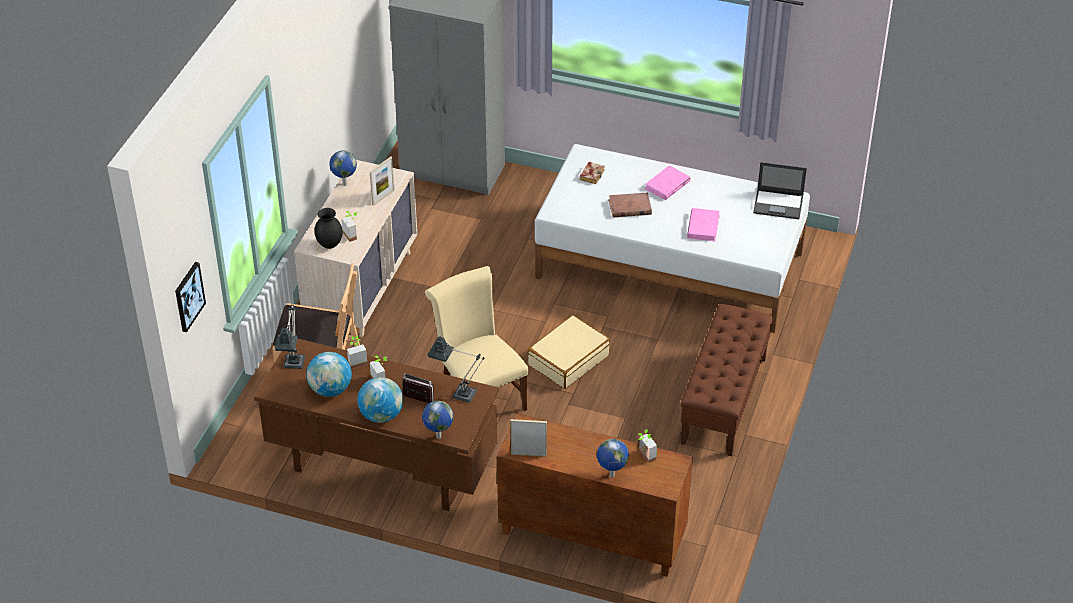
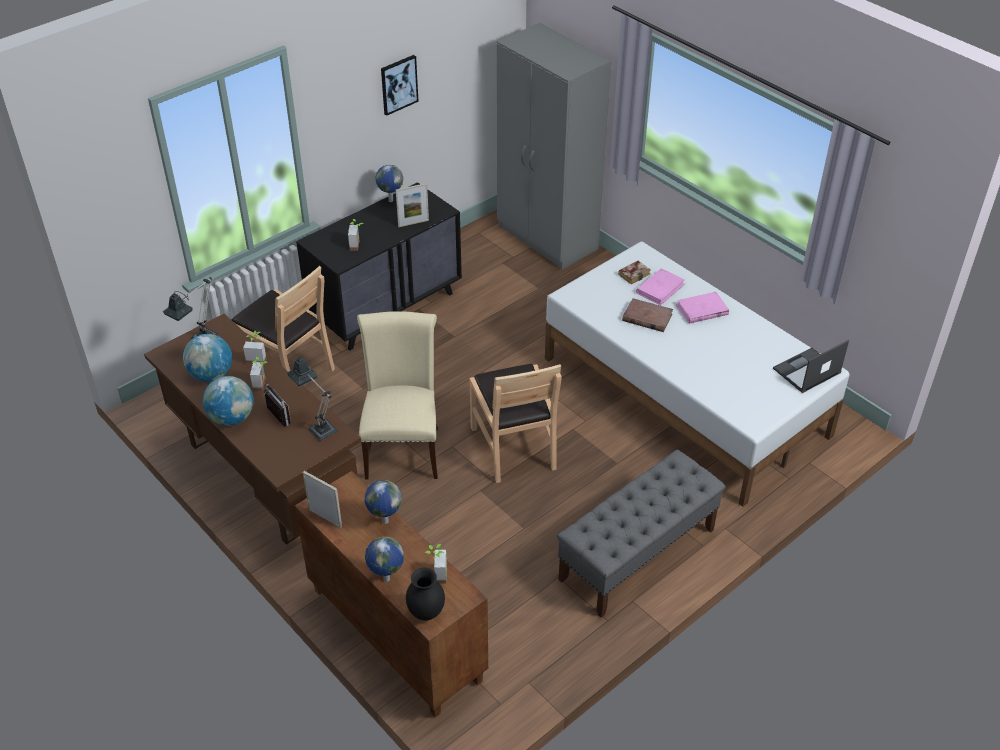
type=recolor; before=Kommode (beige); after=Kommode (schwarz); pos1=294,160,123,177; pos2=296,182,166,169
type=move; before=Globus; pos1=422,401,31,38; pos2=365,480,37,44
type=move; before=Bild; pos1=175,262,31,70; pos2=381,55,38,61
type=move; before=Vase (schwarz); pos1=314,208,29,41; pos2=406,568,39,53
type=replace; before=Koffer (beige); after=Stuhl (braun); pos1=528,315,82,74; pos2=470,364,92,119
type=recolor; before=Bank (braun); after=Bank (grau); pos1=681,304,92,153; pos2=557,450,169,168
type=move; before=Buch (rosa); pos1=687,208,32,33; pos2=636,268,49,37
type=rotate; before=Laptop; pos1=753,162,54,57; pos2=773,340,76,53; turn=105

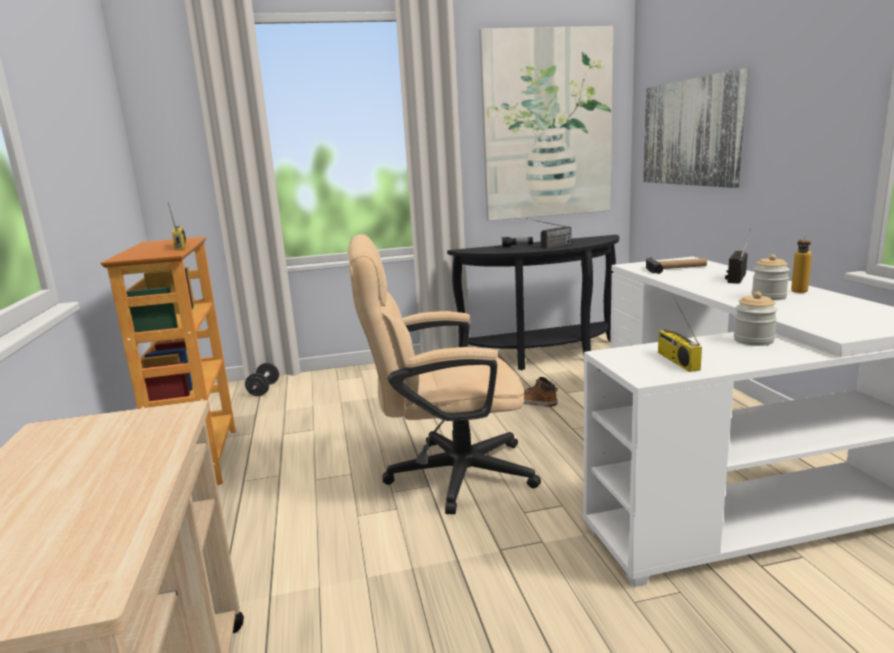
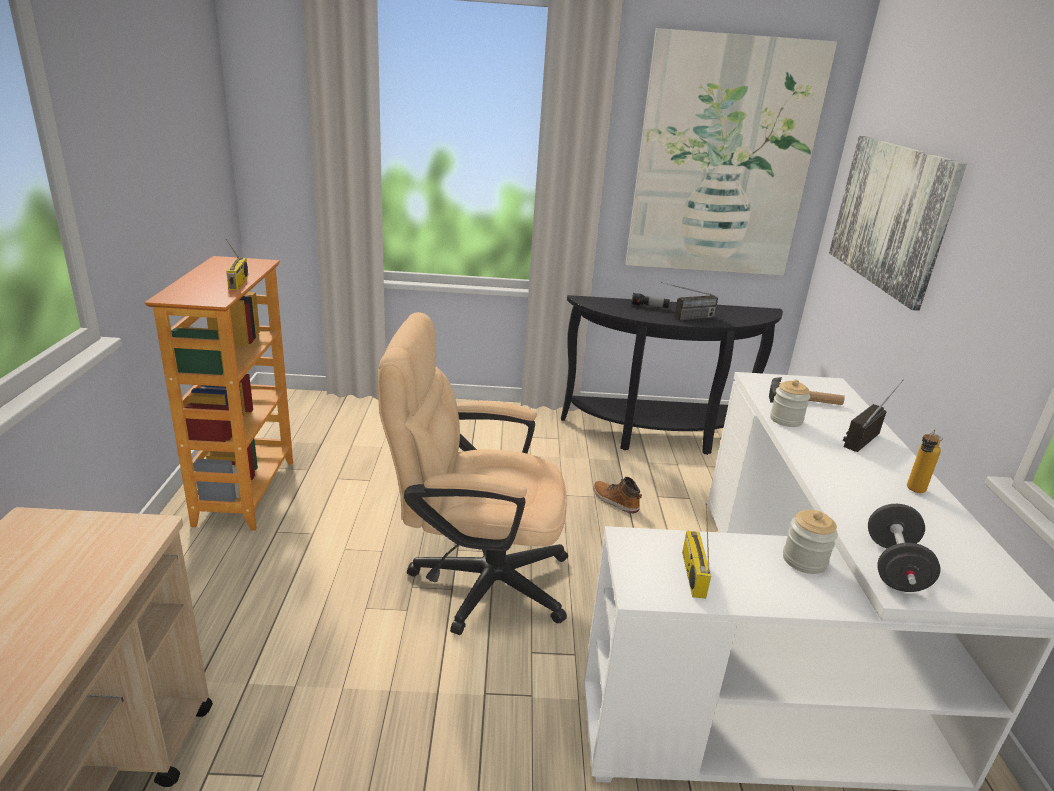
type=move; before=Vorratsglas; pos1=752,254,38,46; pos2=770,379,40,48
type=move; before=Hantel (schwarz); pos1=245,363,34,33; pos2=868,504,72,88

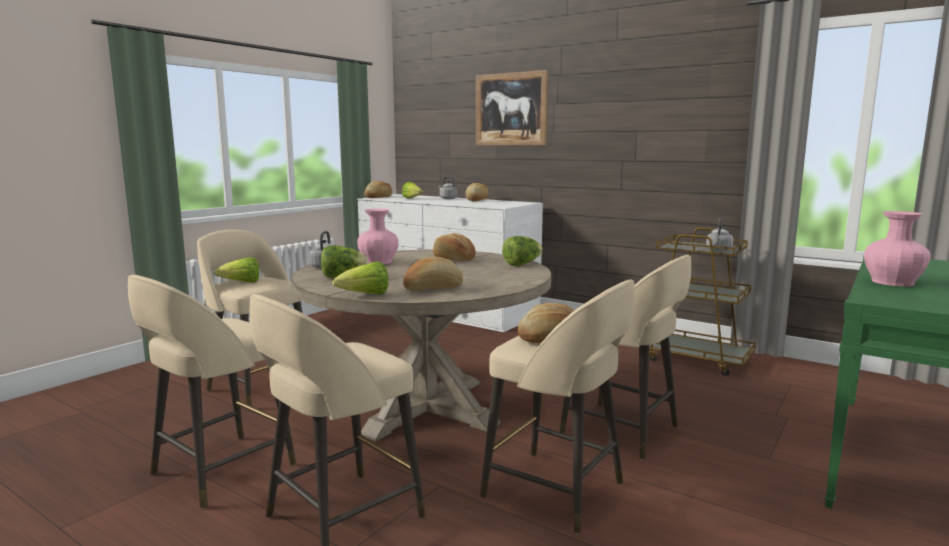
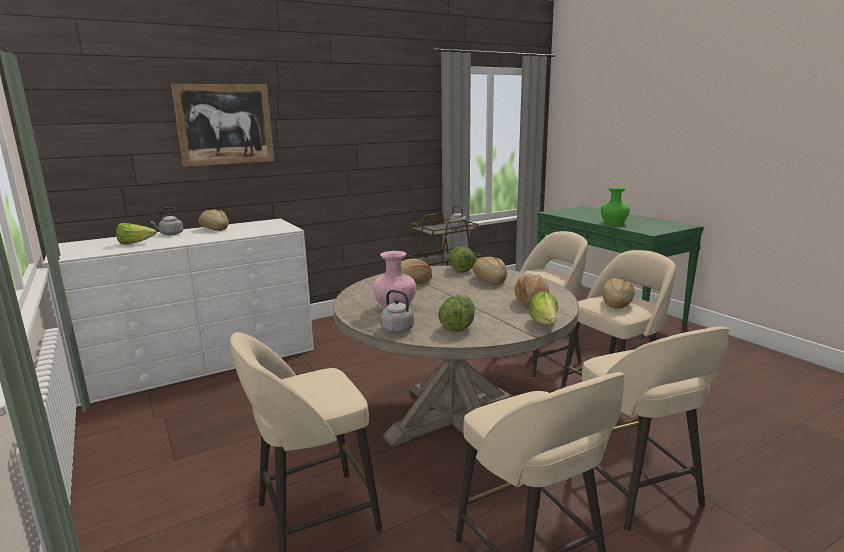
type=move; before=Brot; pos1=364,181,28,17; pos2=473,257,34,28
type=recolor; before=Vase (rosa); after=Vase (grün); pos1=864,211,67,76; pos2=601,187,29,38
type=delete; before=Salatkopf; pos1=213,257,46,26

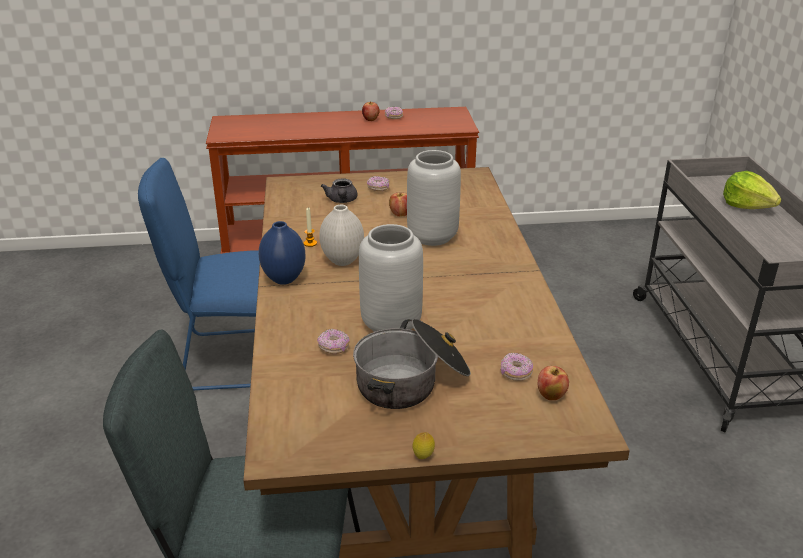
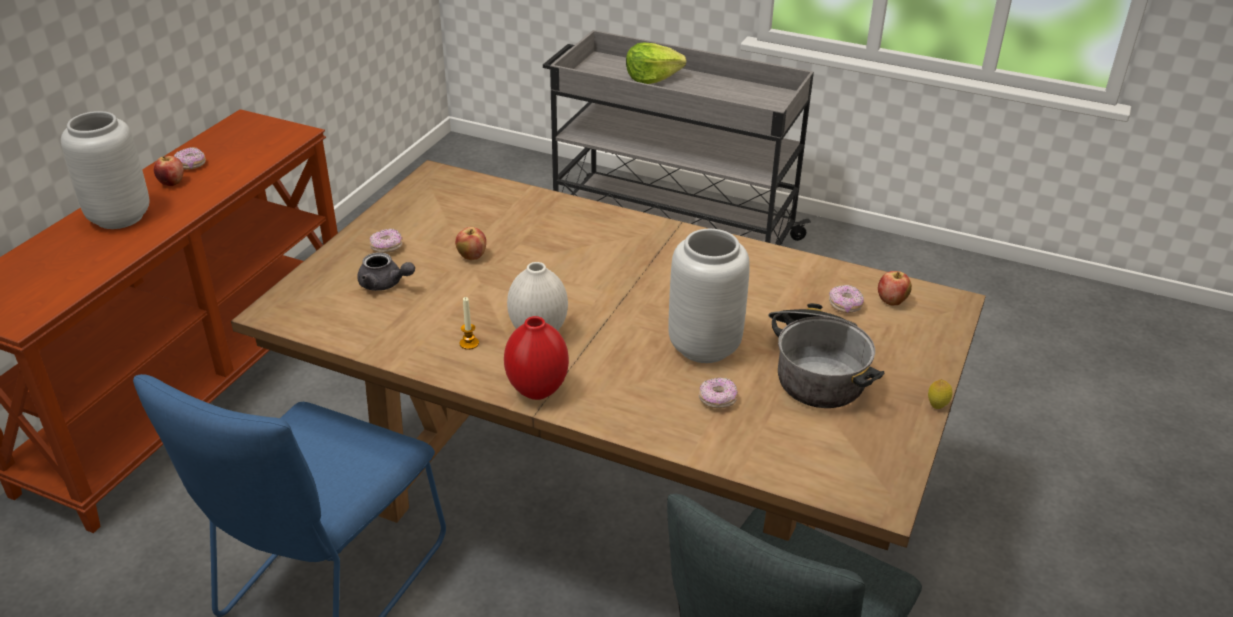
type=move; before=Vase (grau); pos1=407,150,54,96; pos2=61,111,88,118
type=recolor; before=Vase (blau); after=Vase (rot); pos1=259,221,47,64; pos2=504,316,65,84

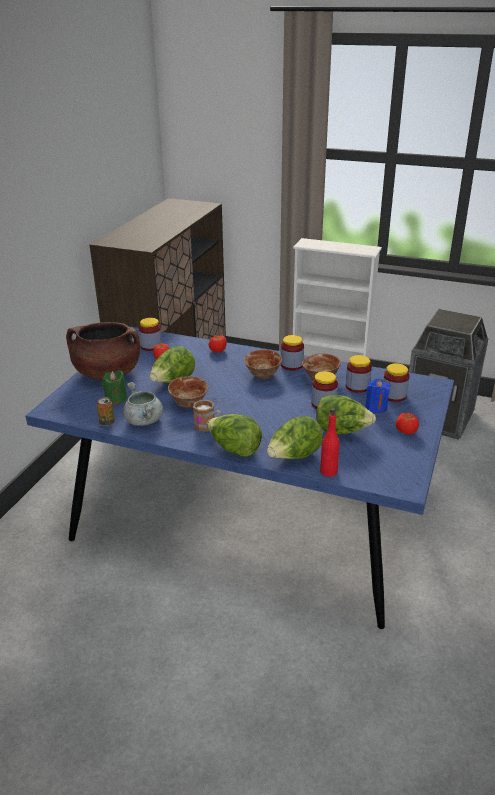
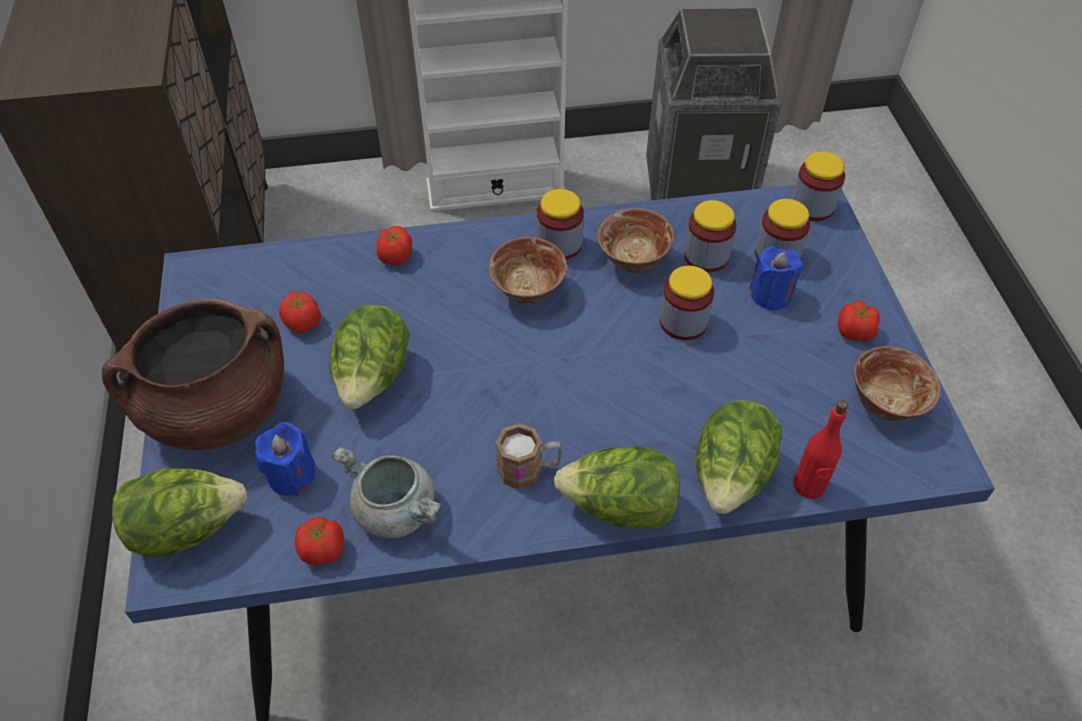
type=move; before=Salatkopf; pos1=316,395,60,39; pos2=112,468,135,90
type=recolor; before=Kerze (grün); after=Kerze (blau); pos1=102,370,26,35; pos2=255,422,60,74
type=replace; before=Dose; after=Tomate; pos1=97,397,18,29; pos2=295,518,49,47
type=move; before=Vorratsglas; pos1=139,318,23,33; pos2=792,152,53,69
type=move; before=Schüssel; pos1=168,376,40,32; pos2=854,346,87,75

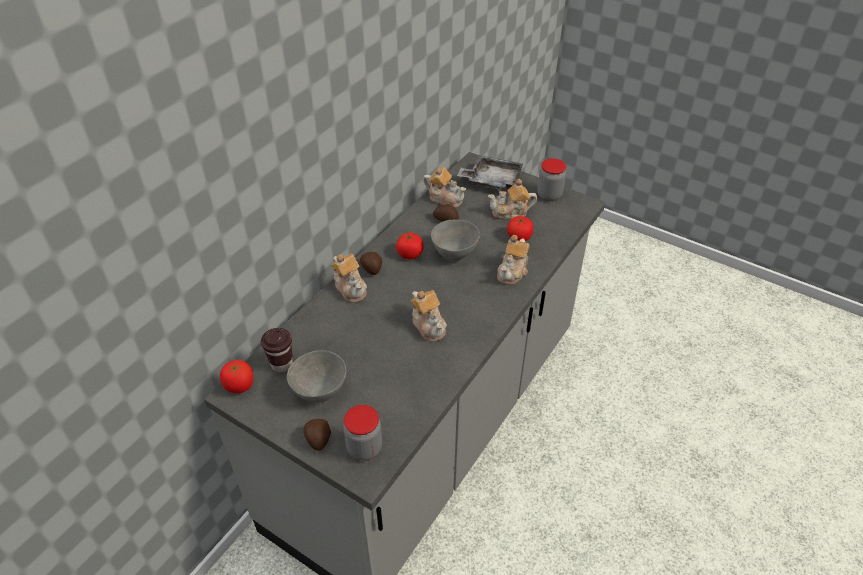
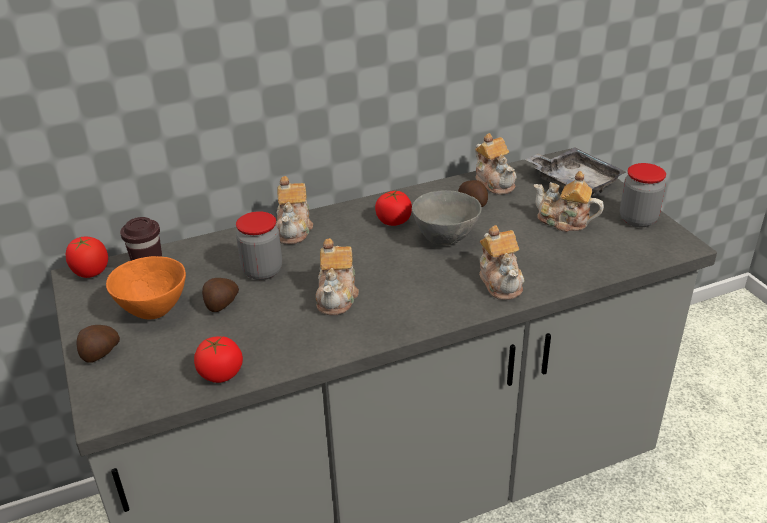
type=recolor; before=Schüssel (grau); after=Schüssel (orange); pos1=287,350,59,53; pos2=106,256,80,63
type=move; before=Tomate; pos1=507,216,26,25; pos2=194,336,49,47
type=move; before=Kartoffel; pos1=360,252,22,23; pos2=202,278,37,34
type=move; before=Vorratsglas; pos1=343,405,39,56; pos2=236,211,46,69
type=rotate; before=Teekanne; pos1=497,235,33,50; pos2=479,225,46,75; turn=-75

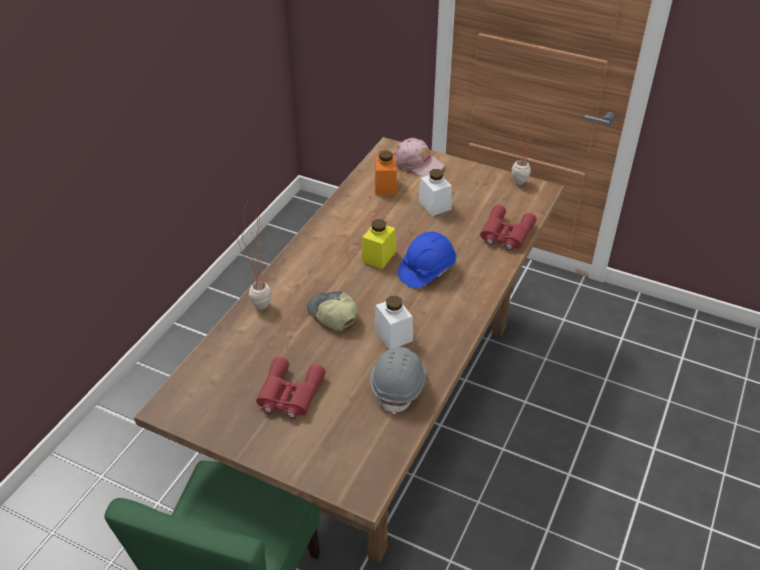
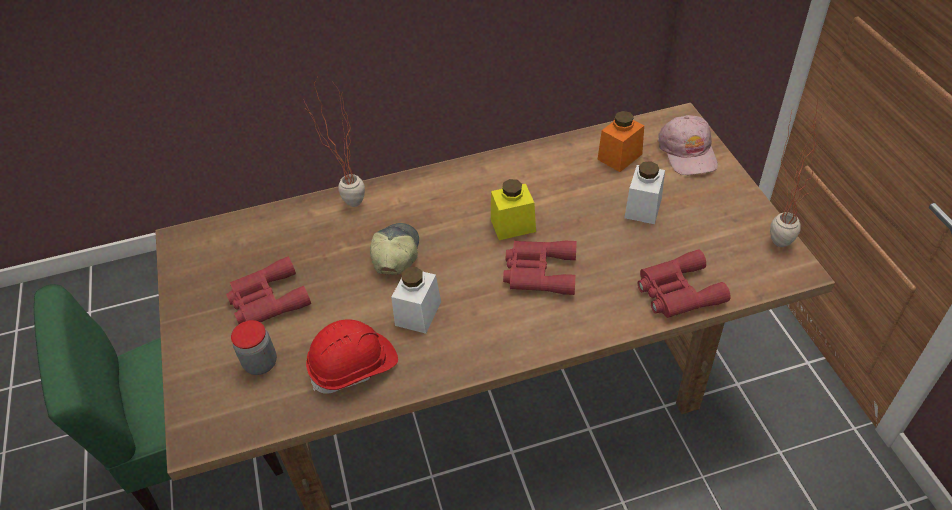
type=insert; after=Vorratsglas; pos2=231,320,46,55
type=recolor; before=Schutzhelm (grau); after=Schutzhelm (rot); pos1=370,347,56,68; pos2=306,319,92,75
type=replace; before=Schutzhelm (blau); after=Fernglas (rot); pos1=397,232,59,56; pos2=503,241,74,54

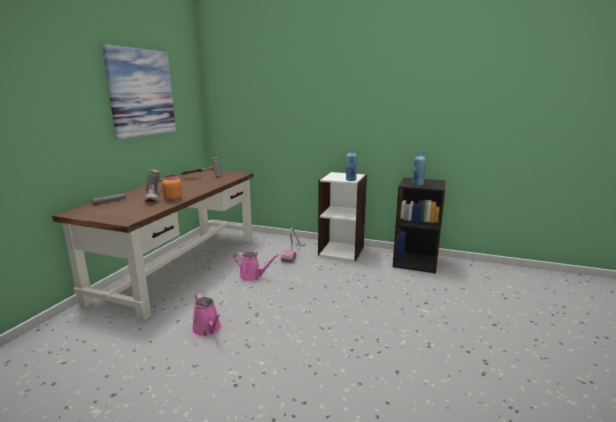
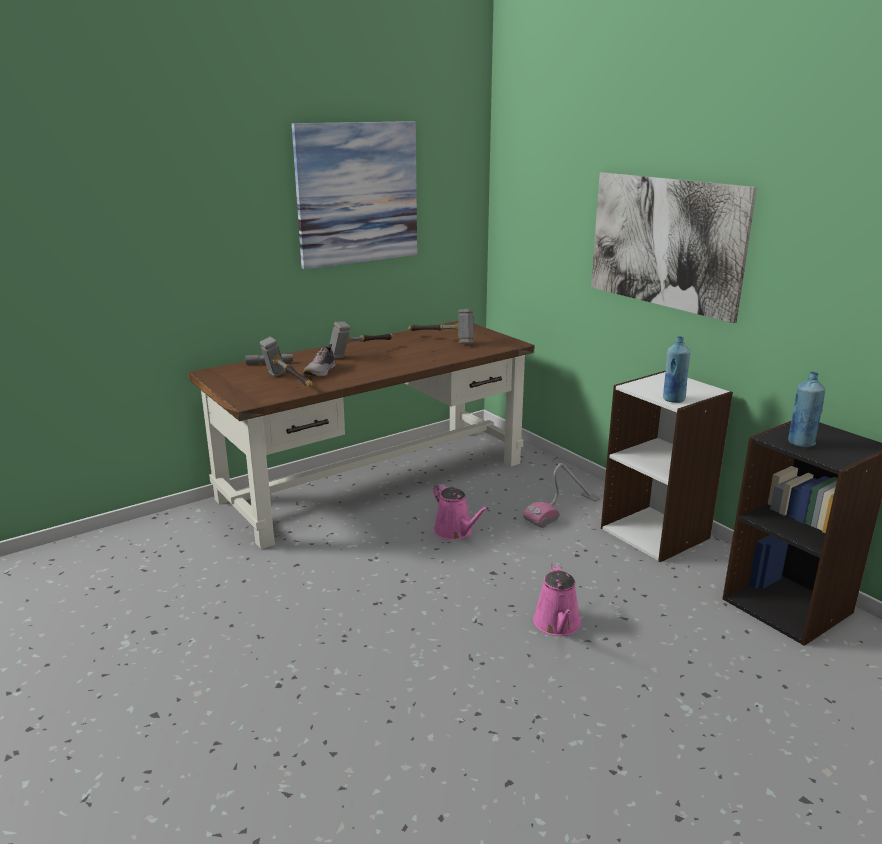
type=insert; after=Hammer; pos2=259,337,53,50
type=move; before=Gießkanne (rosa); pos1=192,294,29,43; pos2=533,563,48,73
type=insert; after=Bild; pos2=591,172,166,151
type=delete; before=Vorratsglas (orange); pos1=162,175,20,27

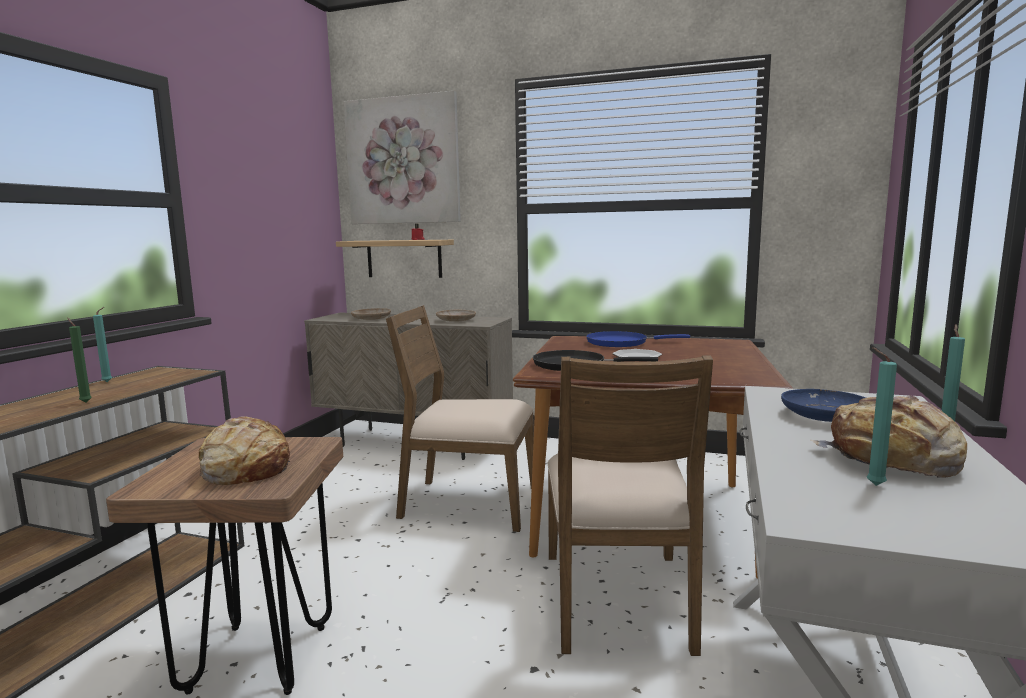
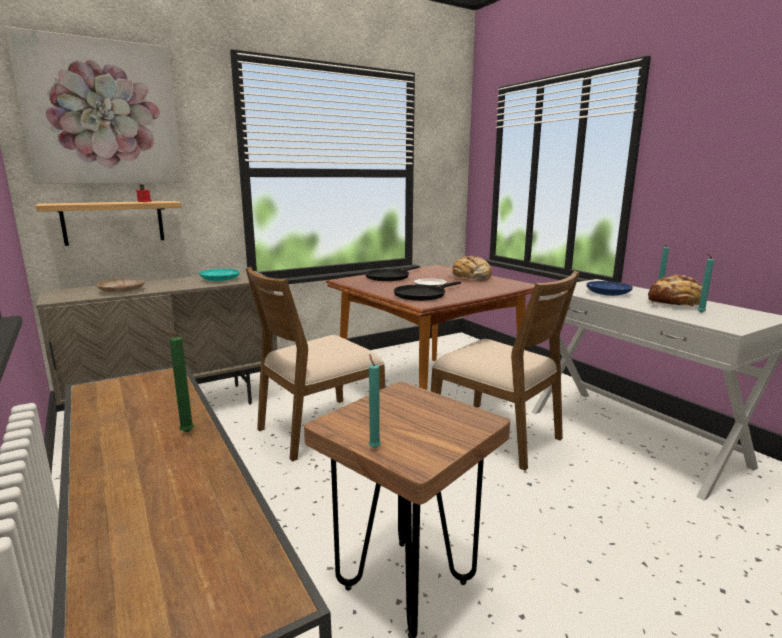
type=recolor; before=Teller (beige); after=Teller (türkis); pos1=436,310,40,12; pos2=199,269,41,12
type=recolor; before=Pfanne (blau); after=Pfanne (schwarz); pos1=586,331,104,16; pos2=365,266,54,15
type=move; before=Kerze (türkis); pos1=93,307,19,75; pos2=369,353,12,95
type=move; before=Brot; pos1=199,416,91,69; pos2=448,256,44,25

